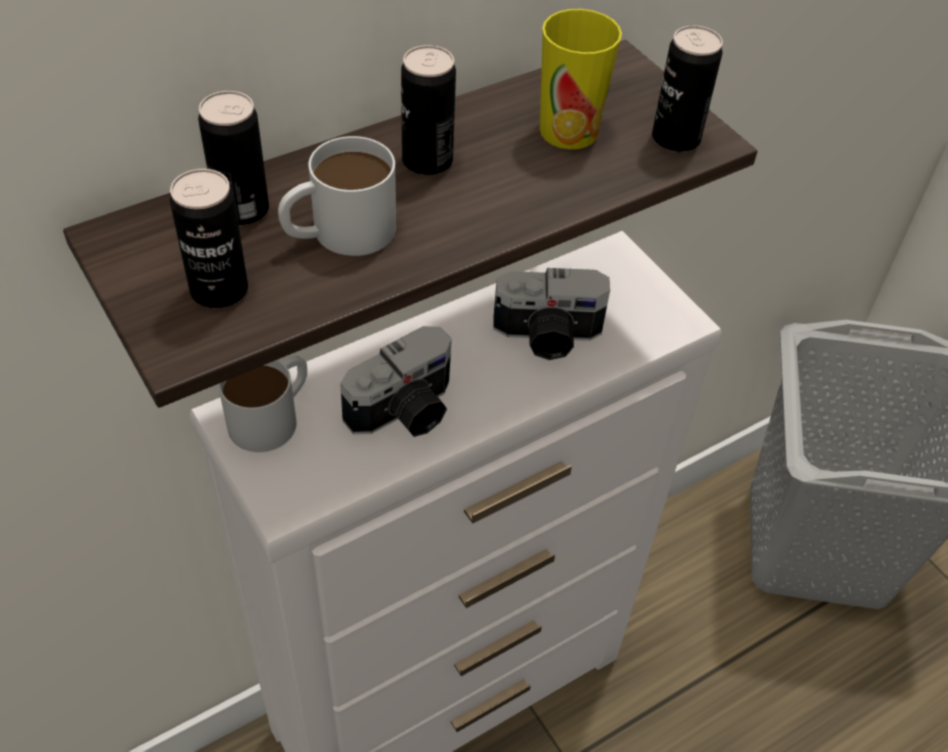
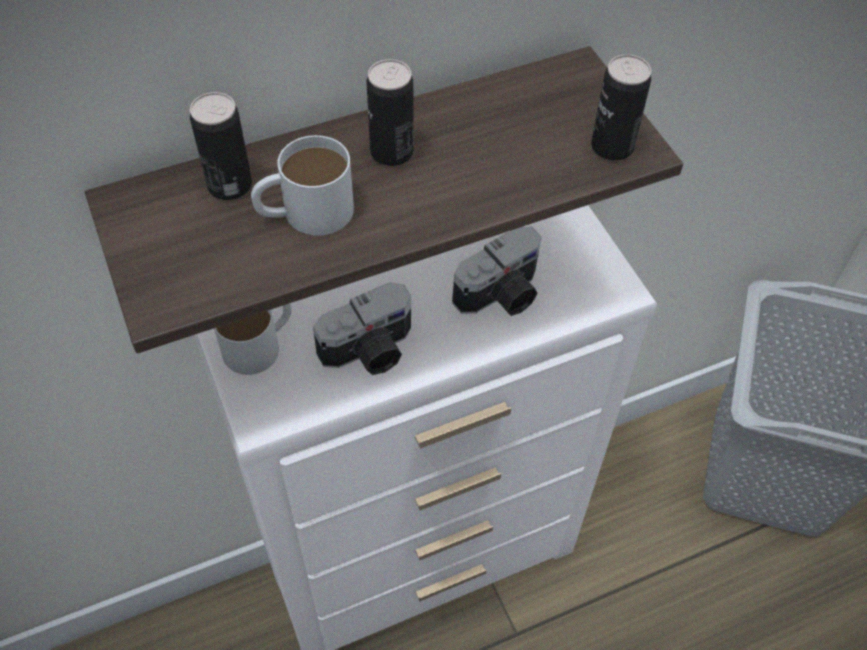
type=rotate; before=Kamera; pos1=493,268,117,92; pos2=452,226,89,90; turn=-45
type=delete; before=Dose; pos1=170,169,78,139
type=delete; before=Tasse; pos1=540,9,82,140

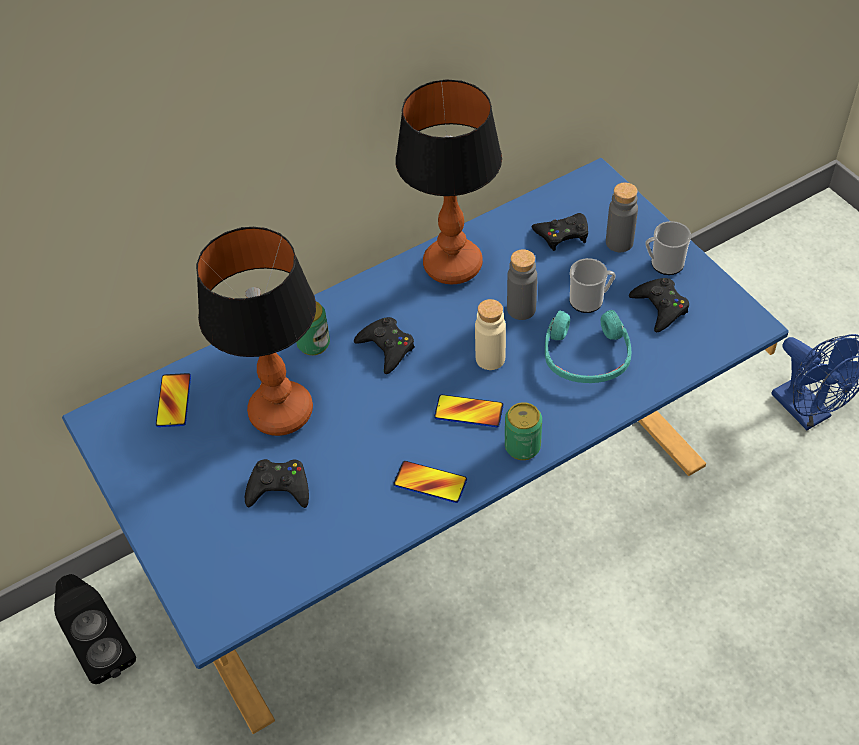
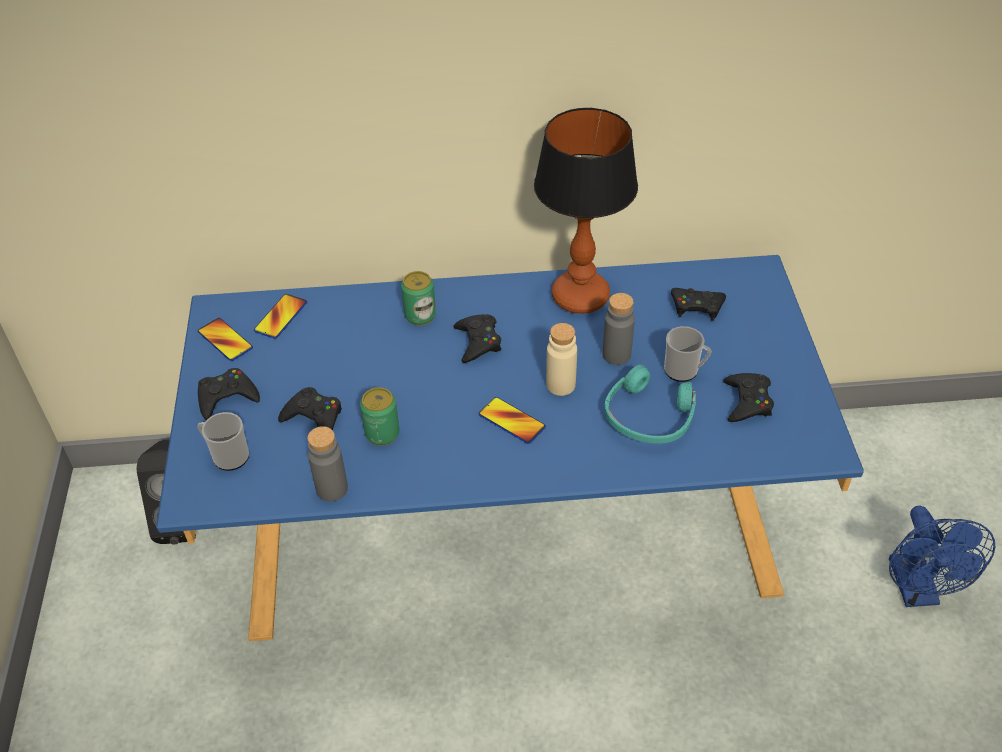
type=move; before=Henkelbecher; pos1=645,221,46,54; pos2=197,412,52,59
type=move; before=Handy; pos1=393,461,74,42; pos2=198,318,55,43
type=insert; after=Gamepad (schwarz); pos2=198,368,62,52
type=move; before=Flasche (grau); pos1=606,183,32,69; pos2=307,426,41,76
type=move; before=Dose; pos1=505,402,37,58; pos2=360,387,40,59
type=delete; before=Tischlampe; pos1=196,227,120,209

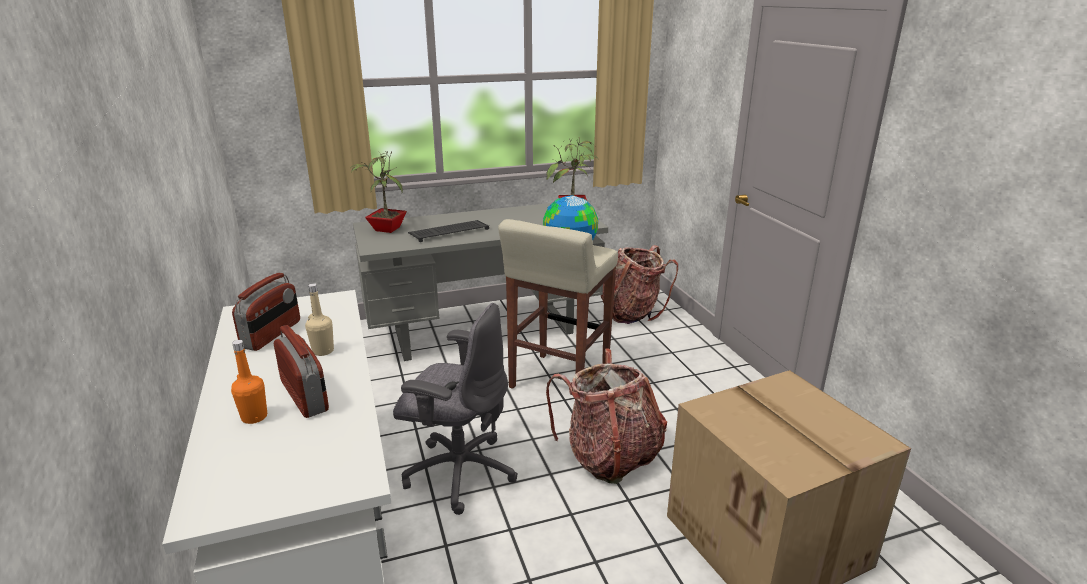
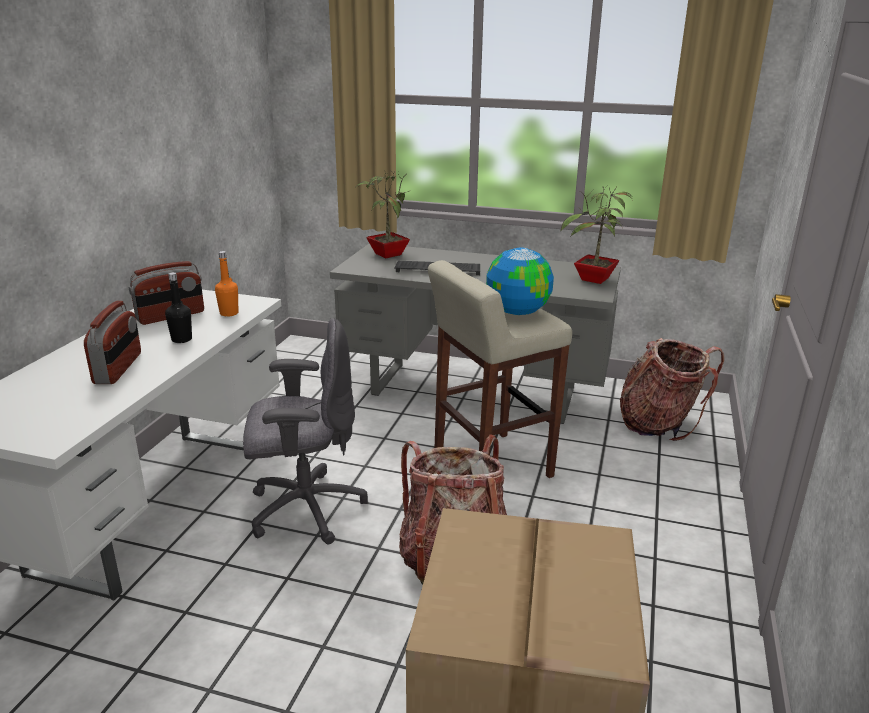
type=recolor; before=Flasche (beige); after=Flasche (schwarz); pos1=305,283,29,73; pos2=165,272,27,71
type=move; before=Flasche (orange); pos1=231,340,36,84; pos2=215,251,23,66
type=rotate; before=Bürostuhl (grau); pos1=393,303,125,212; pos2=243,318,125,226; turn=-60

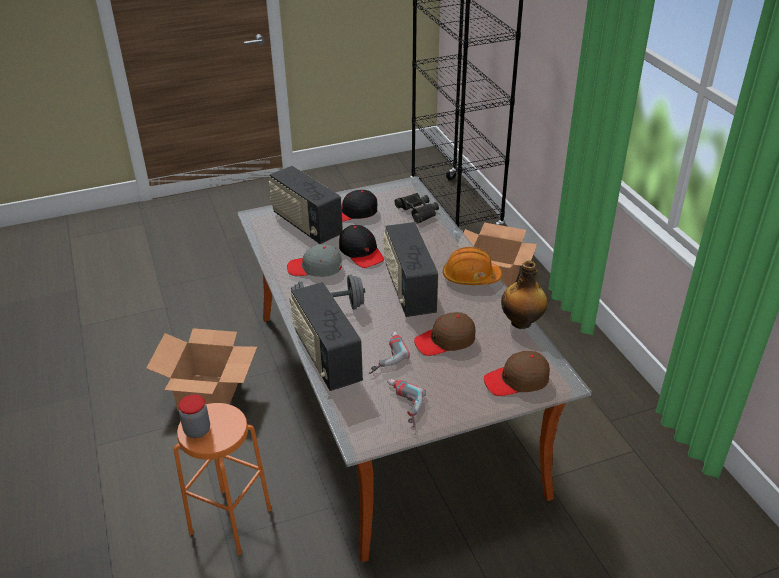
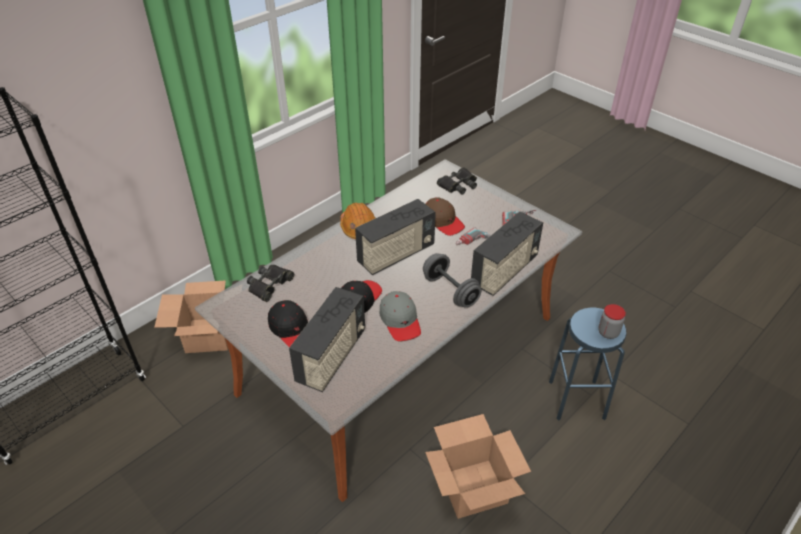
type=replace; before=Kappe (braun); after=Fernglas (schwarz); pos1=484,351,66,45; pos2=437,167,40,28
type=recolor; before=Hocker (orange); after=Hocker (blau); pos1=174,403,98,152; pos2=549,308,78,112
type=delete; before=Flasche; pos1=501,261,46,68

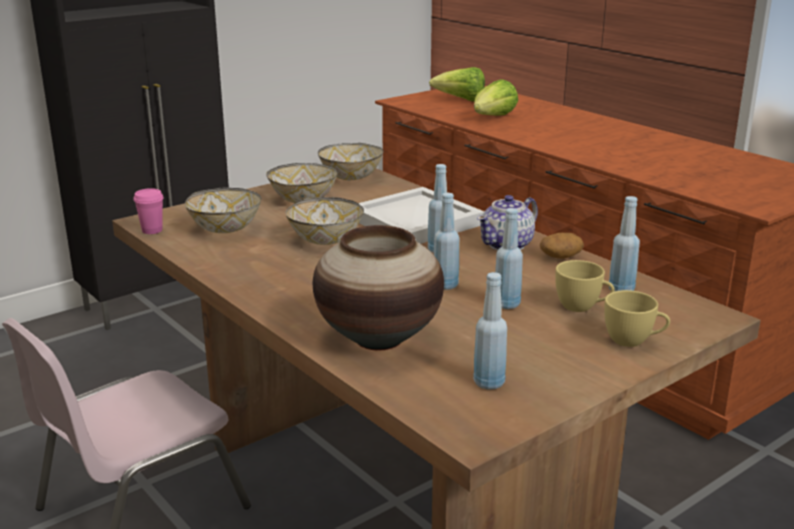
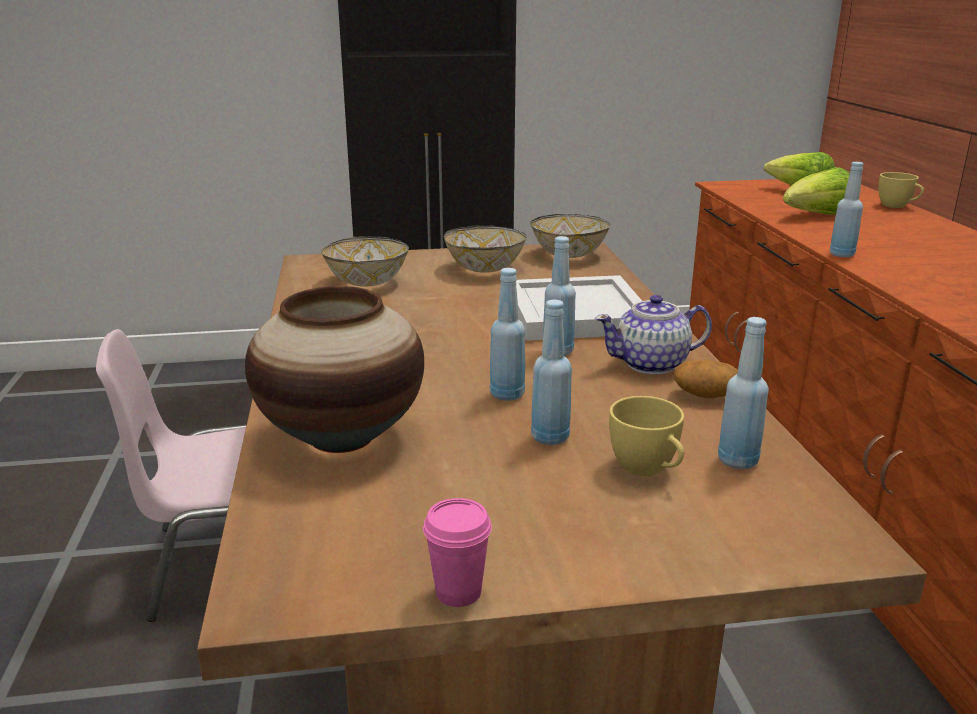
type=move; before=Tasse (rosa); pos1=134,188,30,46; pos2=423,498,69,109
type=move; before=Flasche (blau); pos1=473,272,34,118; pos2=830,162,34,95
type=move; before=Tasse (gelb); pos1=604,290,66,57; pos2=879,172,45,36
type=delete; before=Schüssel; pos1=285,197,79,48

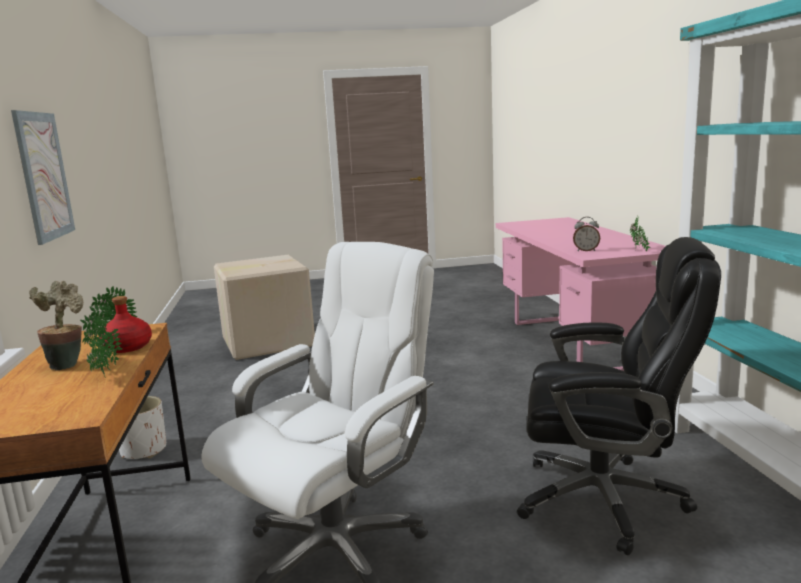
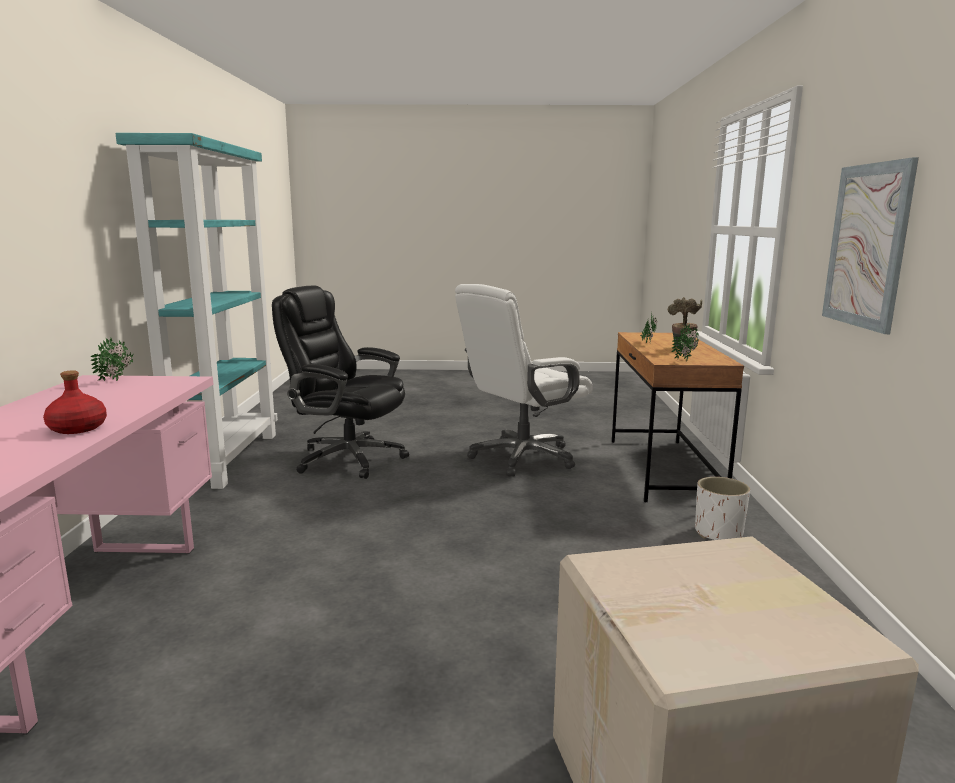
type=move; before=Flasche (rot); pos1=99,296,53,57; pos2=43,371,64,63
type=delete; before=Wecker; pos1=573,217,27,34

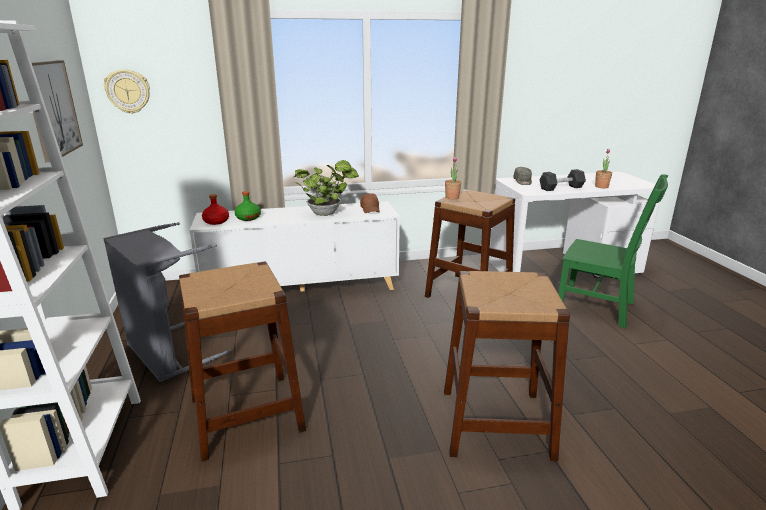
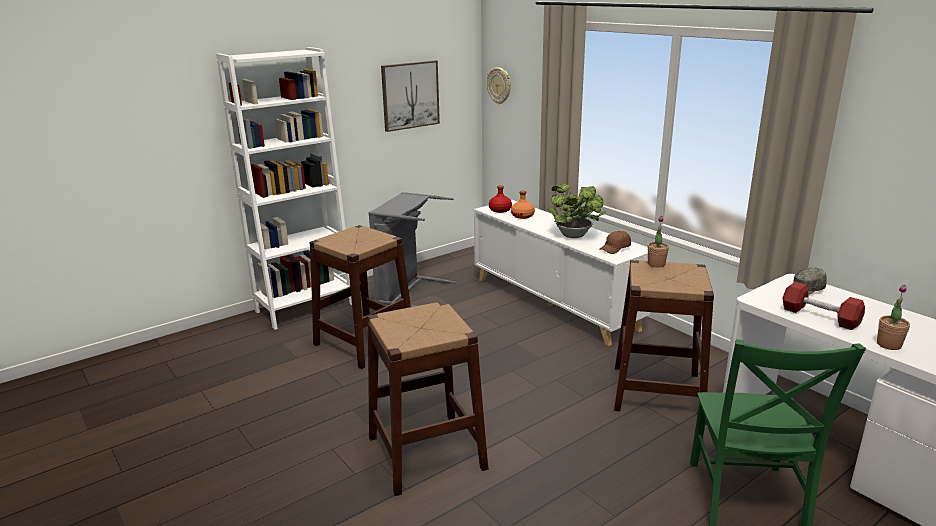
type=recolor; before=Flasche (grün); after=Flasche (orange); pos1=235,191,26,30; pos2=511,191,24,28
type=recolor; before=Hantel (schwarz); after=Hantel (rot); pos1=540,169,46,22; pos2=783,282,82,48

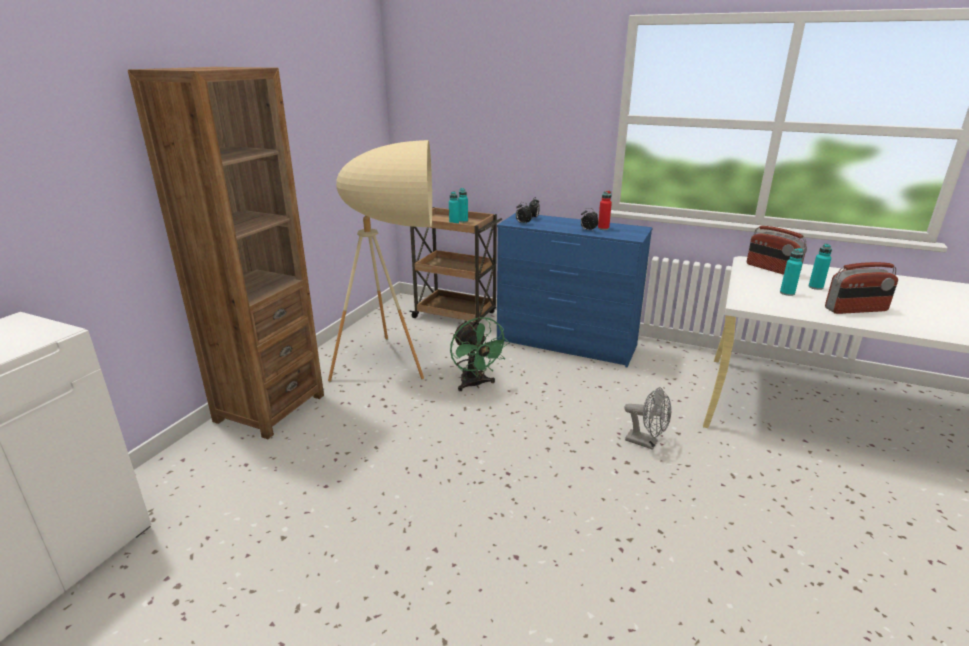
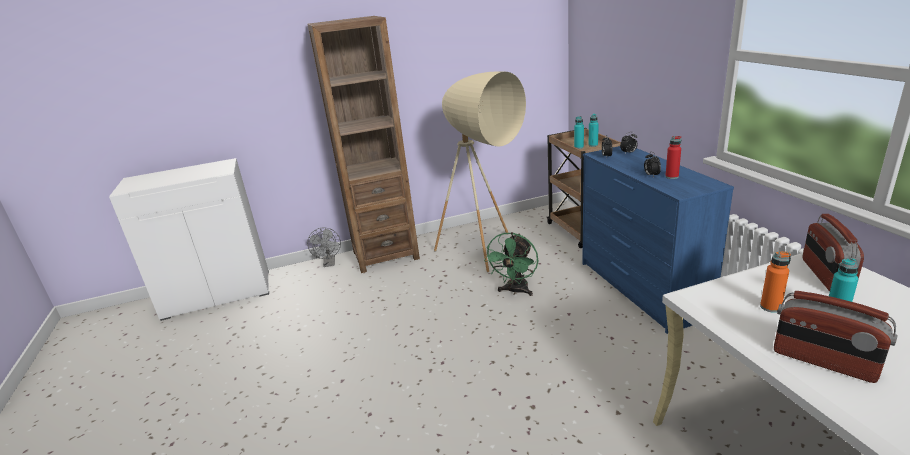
type=move; before=Ventilator (grau); pos1=624,387,47,63; pos2=307,228,34,39
type=recolor; before=Flasche (türkis); after=Flasche (orange); pos1=780,248,23,48; pos2=760,252,31,61

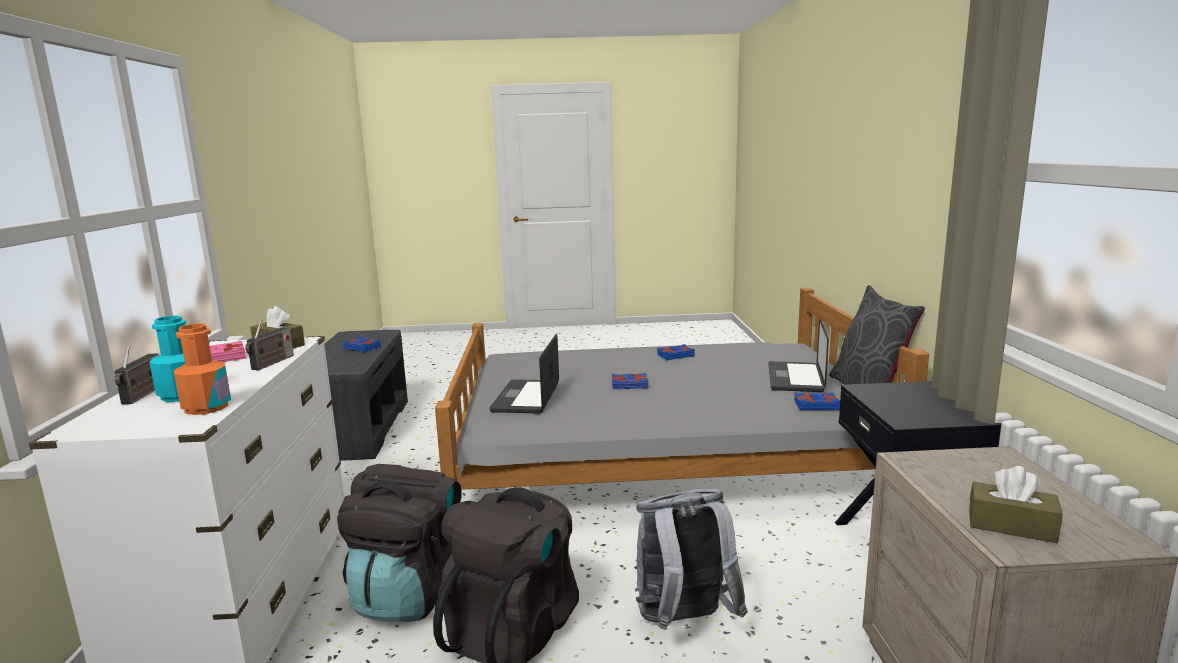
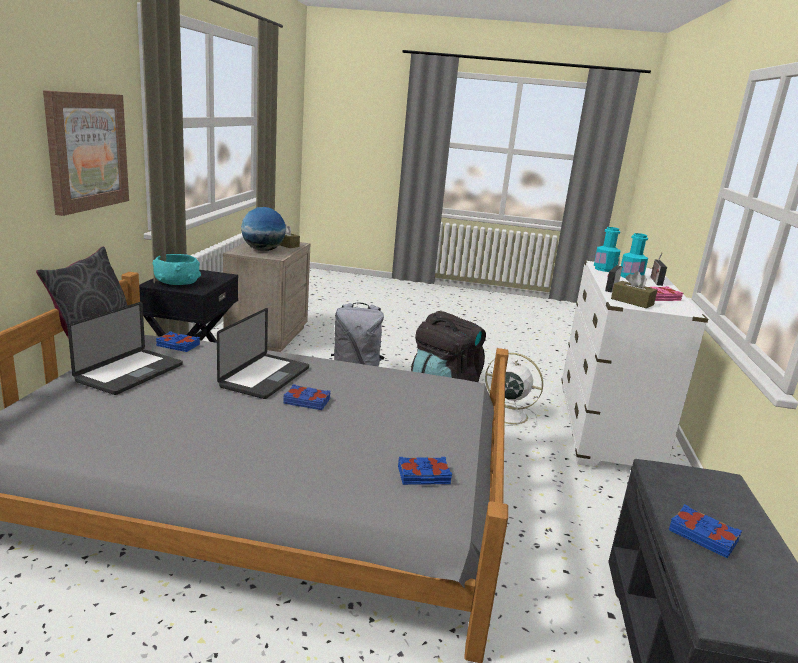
type=insert; after=Bild; pos2=43,90,86,126
type=insert; after=Schüssel (türkis); pos2=153,254,48,31
type=move; before=Laptop; pos1=490,334,69,80; pos2=217,308,92,91
type=insert; after=Globus; pos2=241,207,45,44
type=move; before=Buch (blau); pos1=657,344,37,16; pos2=398,457,54,28
type=replace; before=Rucksack (schwarz); after=Ventilator (weiß); pos1=337,464,125,158; pos2=485,353,58,75
type=recolor; before=Flasche (orange); after=Flasche (türkis); pos1=174,323,57,92; pos2=594,227,26,45

